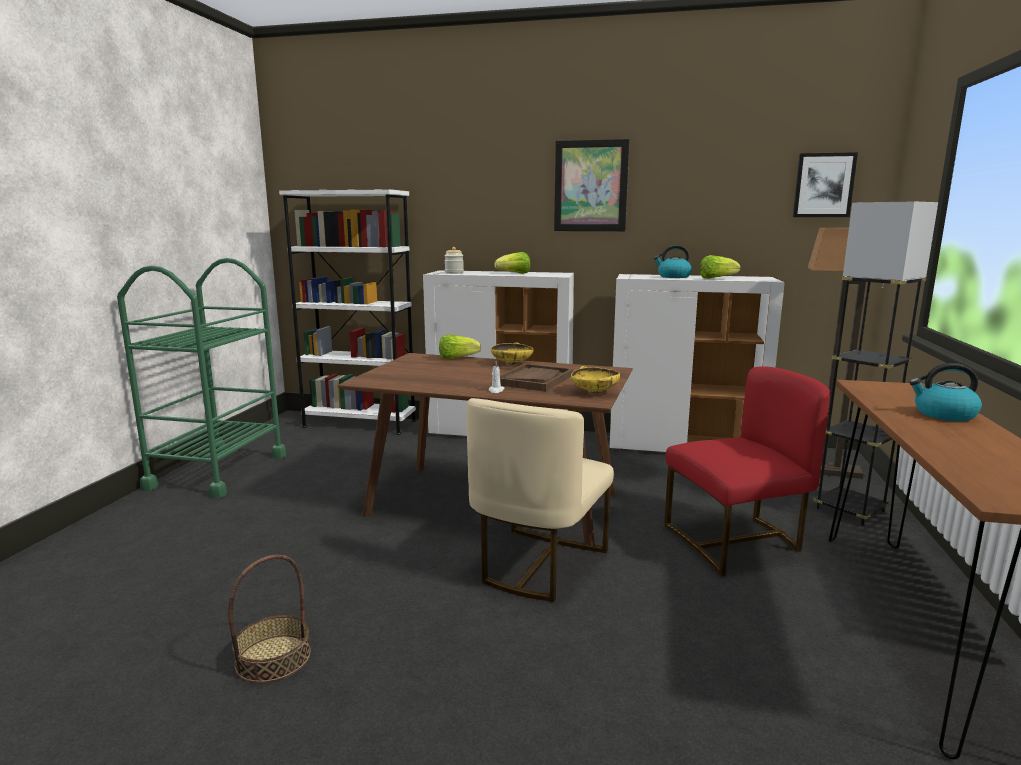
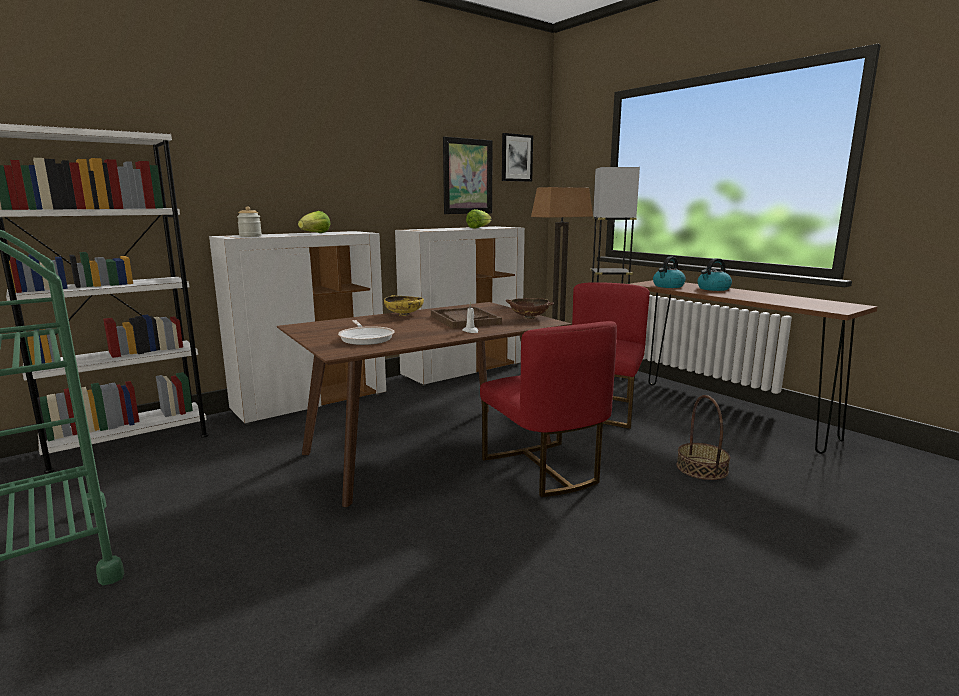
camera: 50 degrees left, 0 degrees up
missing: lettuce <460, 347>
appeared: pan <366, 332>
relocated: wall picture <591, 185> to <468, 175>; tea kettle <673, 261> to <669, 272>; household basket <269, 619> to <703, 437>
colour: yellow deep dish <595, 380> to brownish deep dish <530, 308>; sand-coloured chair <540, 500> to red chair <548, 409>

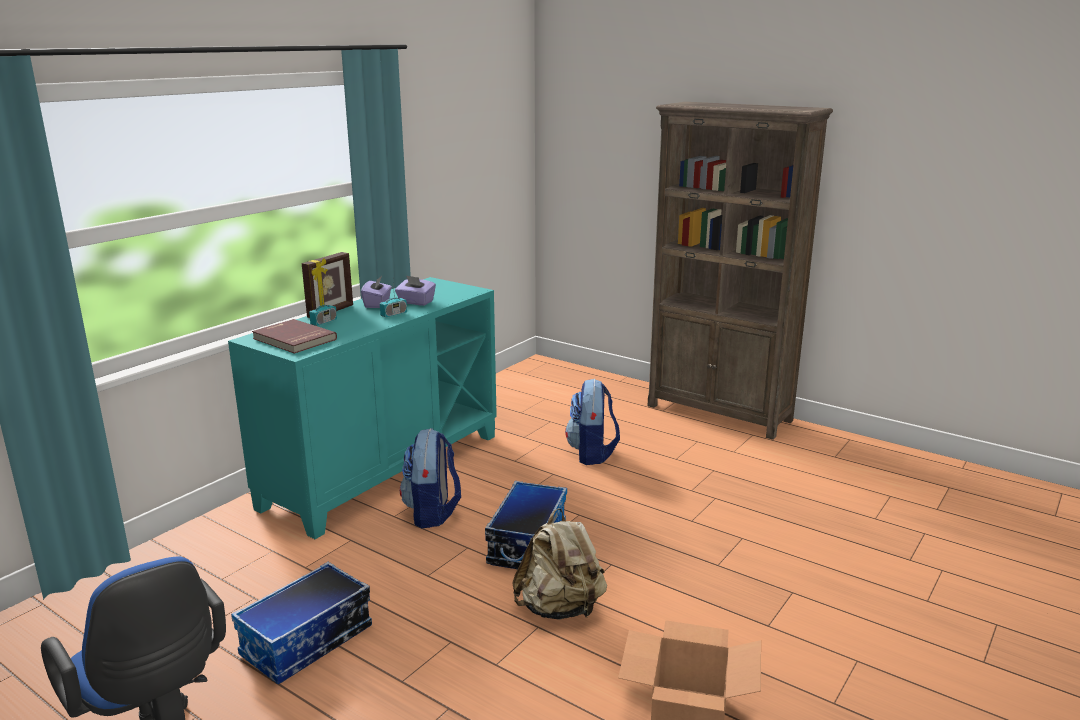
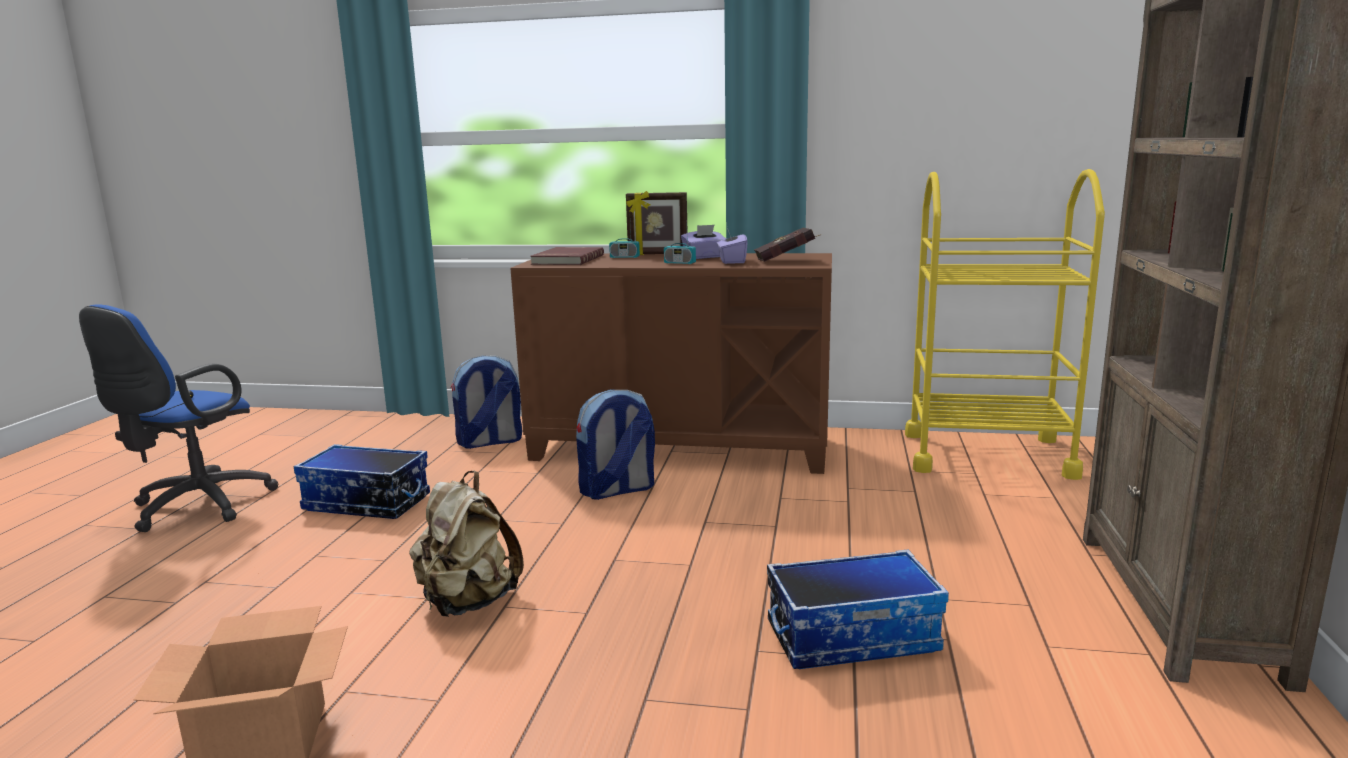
camera: 65 degrees right, 5 degrees down
appeared: yellow wheeled cart <1005, 324>; red book <787, 244>
relocated: backpack <592, 422> to <486, 402>; storage box <526, 525> to <858, 609>
colour: turquoise cupboard <362, 408> to brownish cupboard <671, 363>

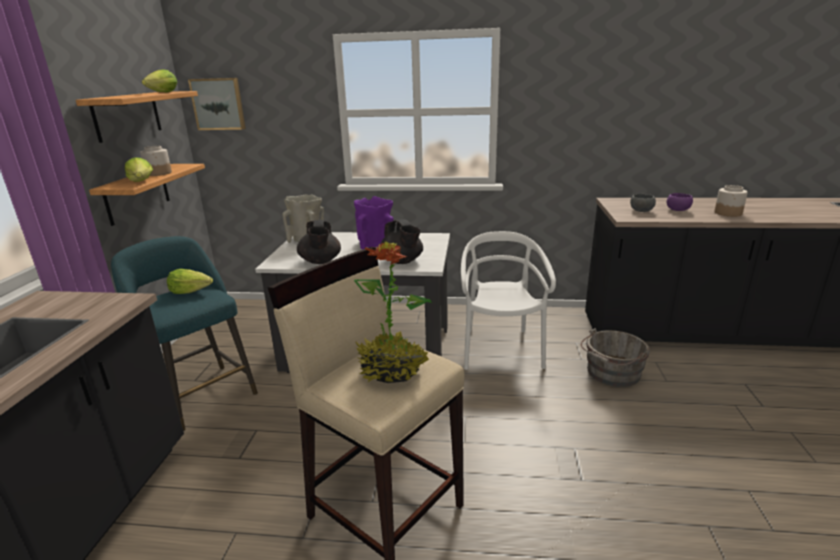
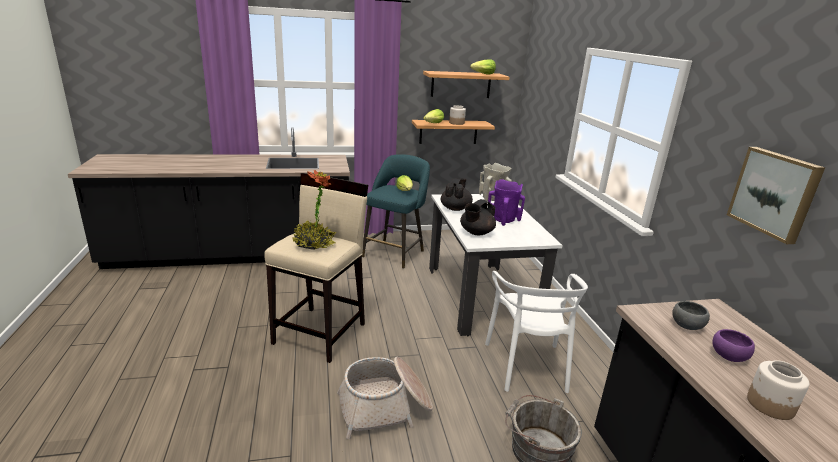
camera: 70 degrees right, 0 degrees up
appeared: household basket <385, 398>
relocated: wall picture <217, 104> to <776, 195>
spun: black teapot <319, 242> = <457, 194> 135 degrees clockwise; whitish chair <508, 300> = <536, 332> 105 degrees clockwise

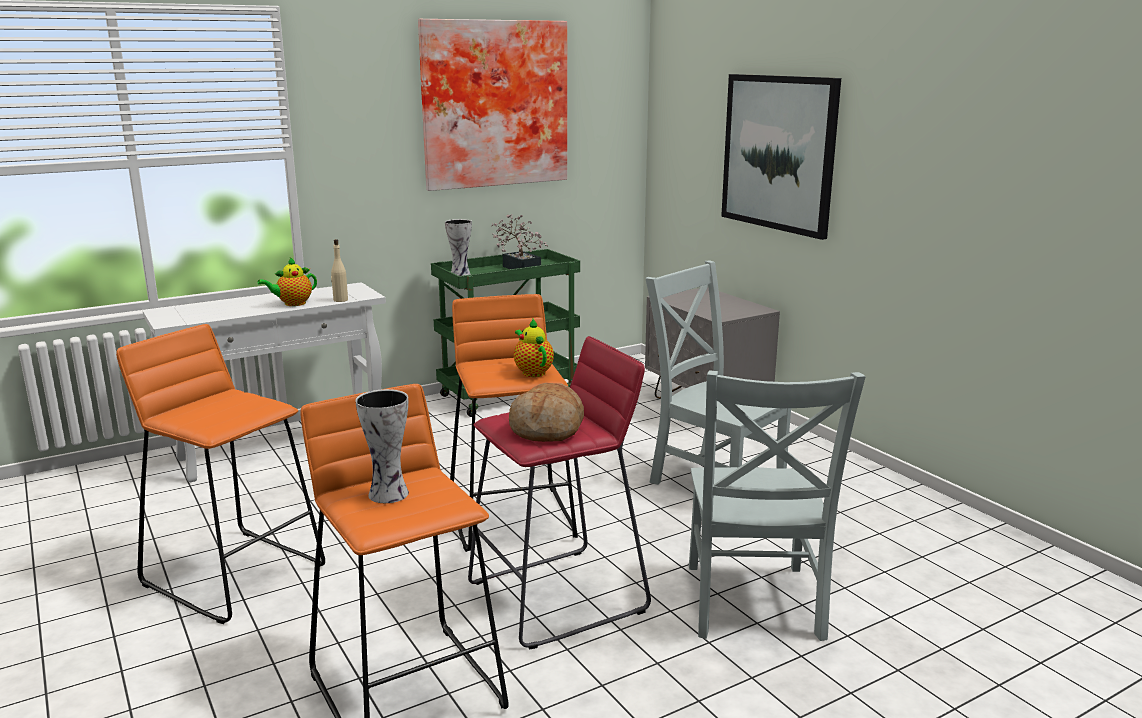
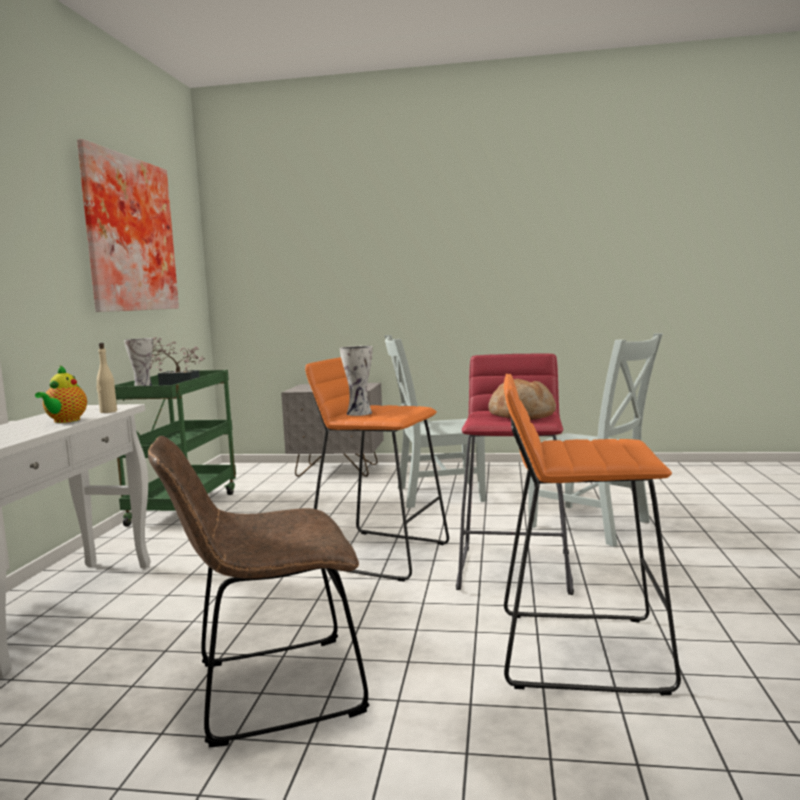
camera: 50 degrees left, 10 degrees down
missing: wall picture <781, 157>; teapot <534, 348>
relocated: decorative vase <382, 446> to <356, 381>
exchanged: orangey stool seat <220, 474> to brownish chair <258, 591>

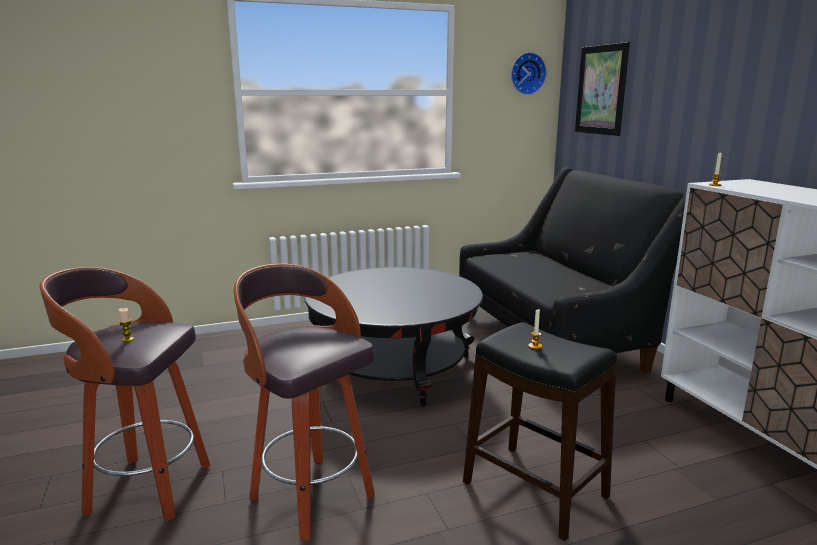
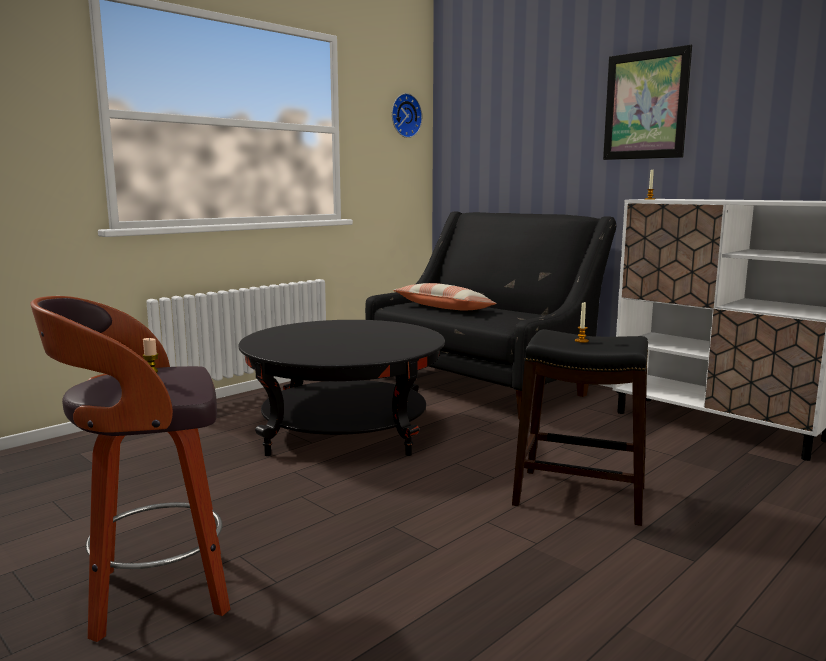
camera: 25 degrees left, 5 degrees down
missing: stool seat <304, 402>
appeared: pillow <445, 297>
relocated: wall picture <602, 89> to <647, 102>

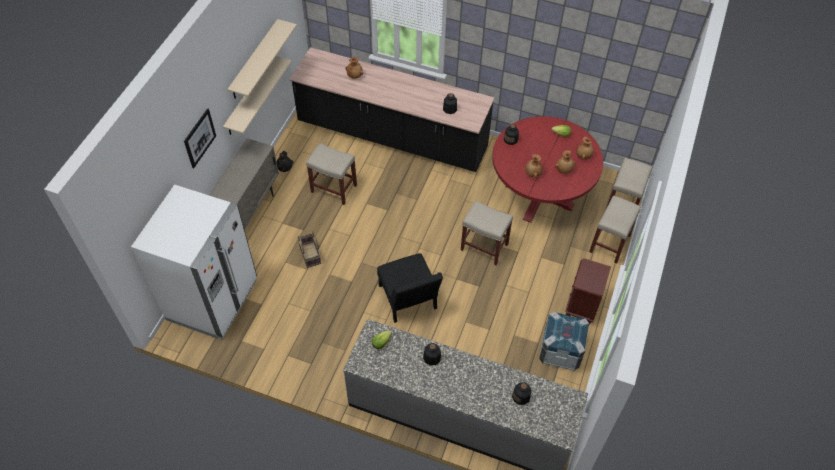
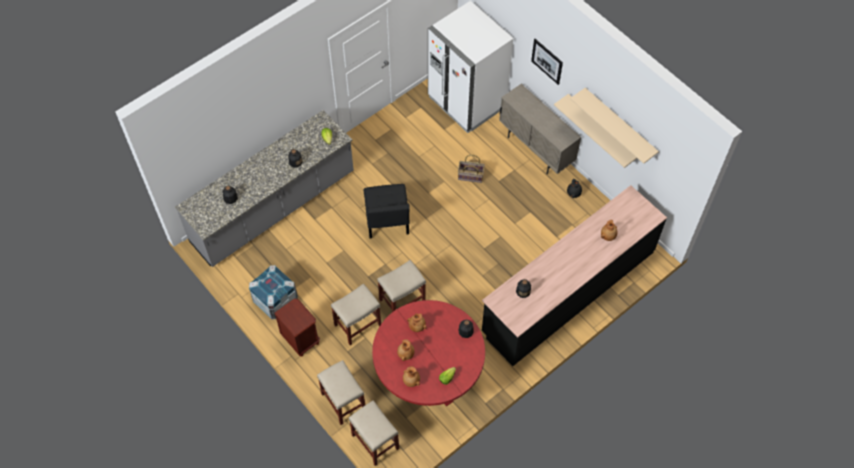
camera: 120 degrees right, 5 degrees up
relocated: sand-coloured stool seat <331, 174> to <356, 314>
spun: black chair <410, 288> = <387, 211> 105 degrees counterclockwise

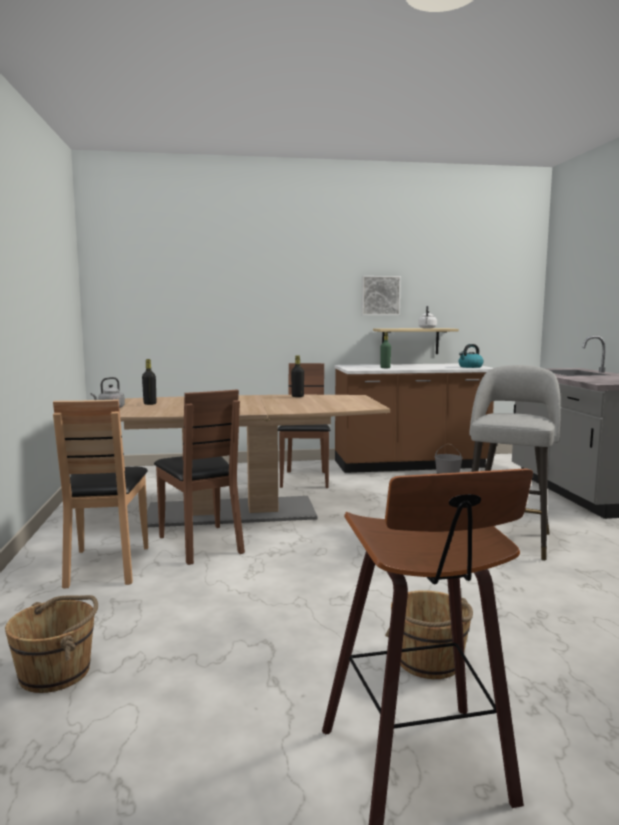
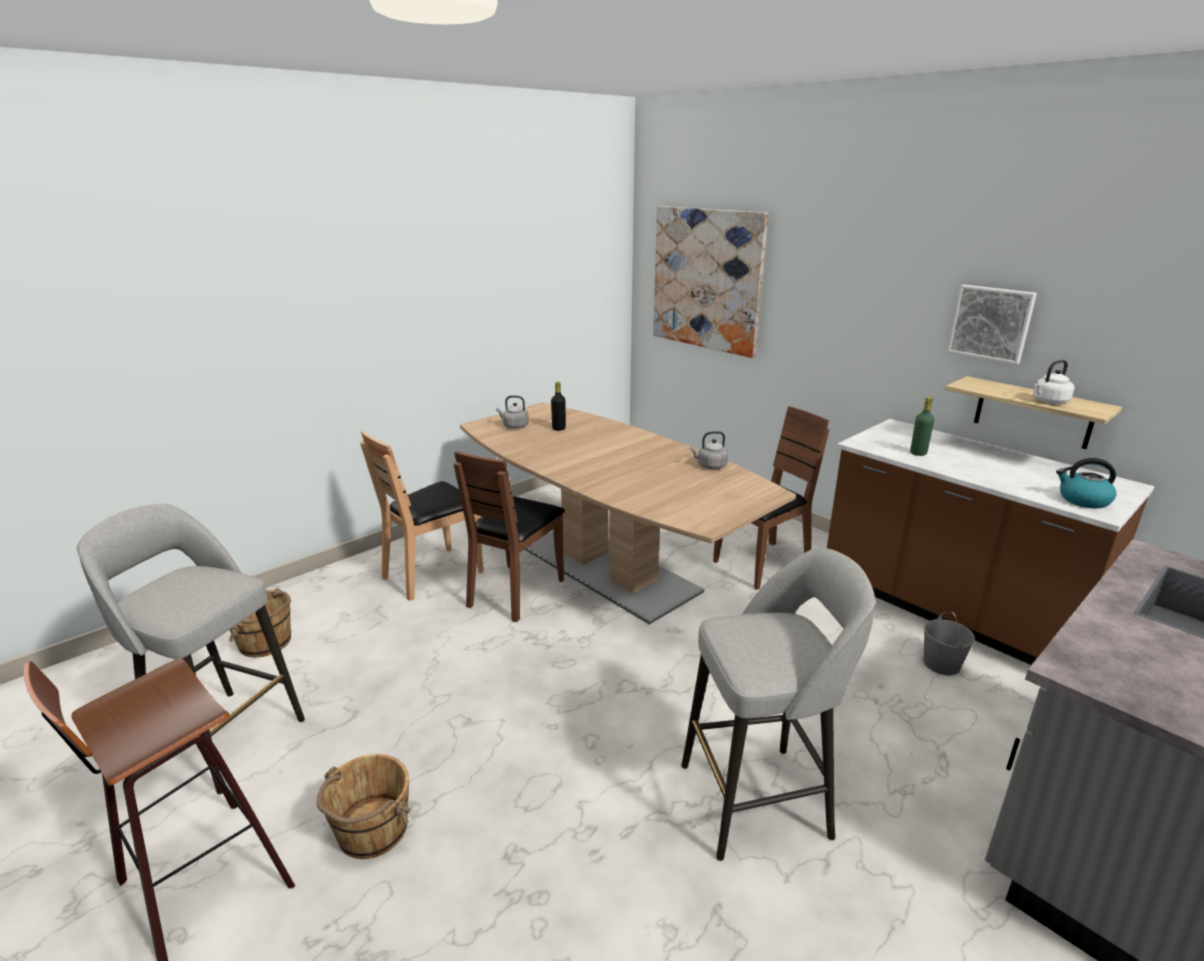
camera: 55 degrees right, 15 degrees up
appeared: wall picture <710, 282>; gray stool seat <191, 649>
exchanged: black bottle <297, 376> to gray tea kettle <709, 450>

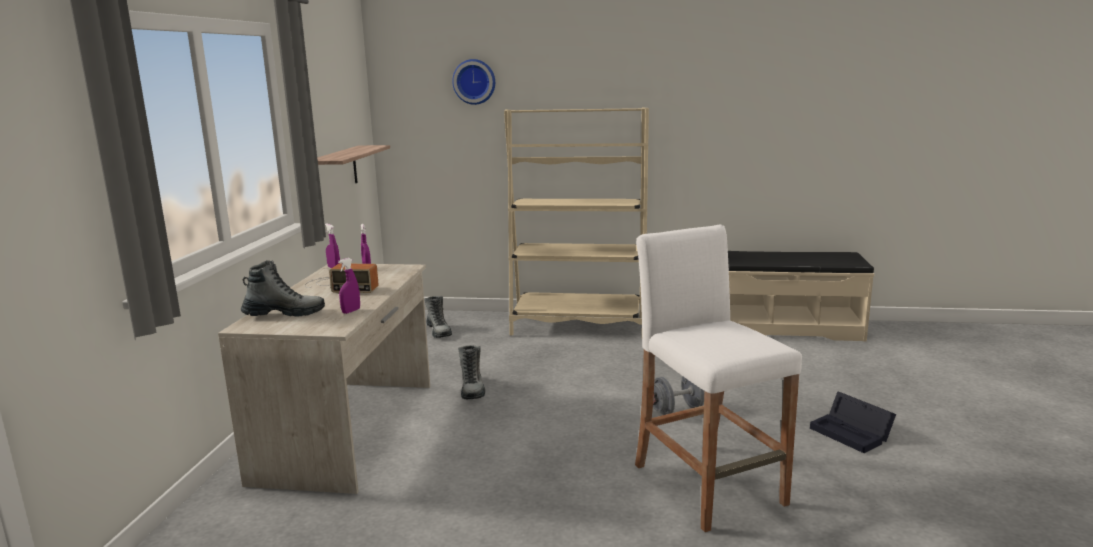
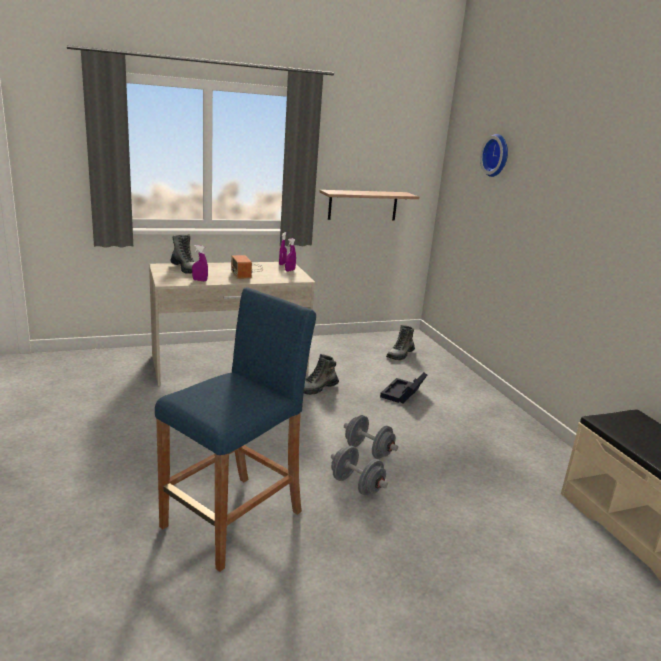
camera: 60 degrees right, 5 degrees up
missing: sand-coloured shelving unit <576, 221>
appeared: gray free weight <371, 437>
relocated: black storage box <853, 422> to <403, 388>
colour: whitish stool seat <718, 378> to blue stool seat <235, 429>

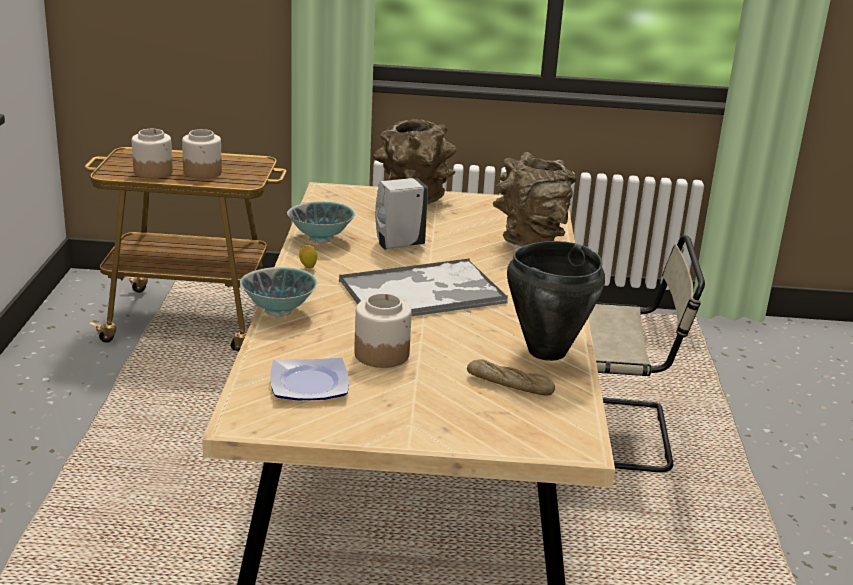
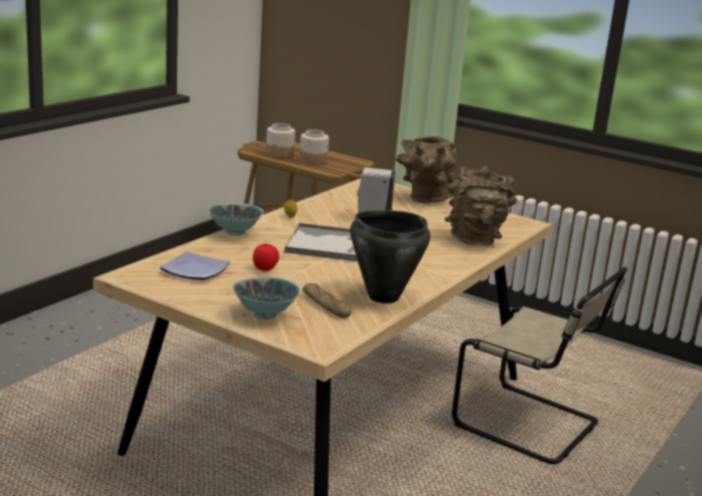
camera: 30 degrees right, 5 degrees down
relocated: deep dish <321, 222> to <266, 298>
exchanged: storage jar <383, 330> to fresh tomato <266, 257>

